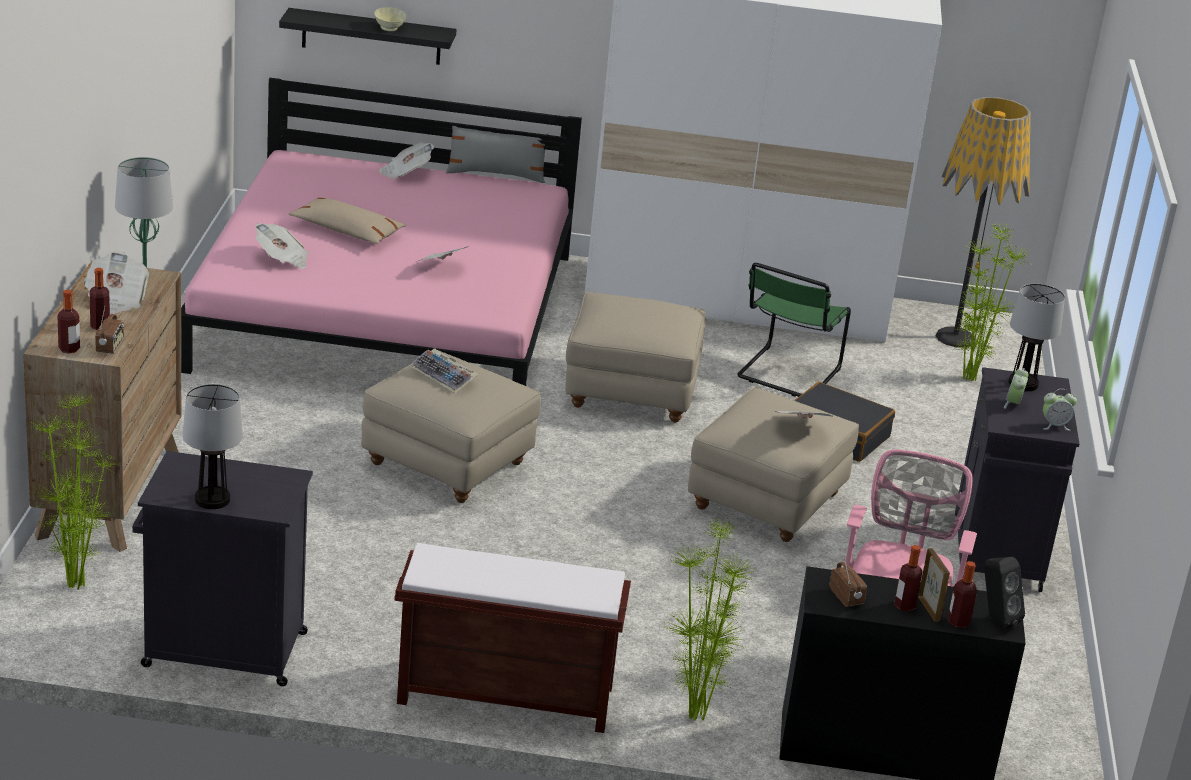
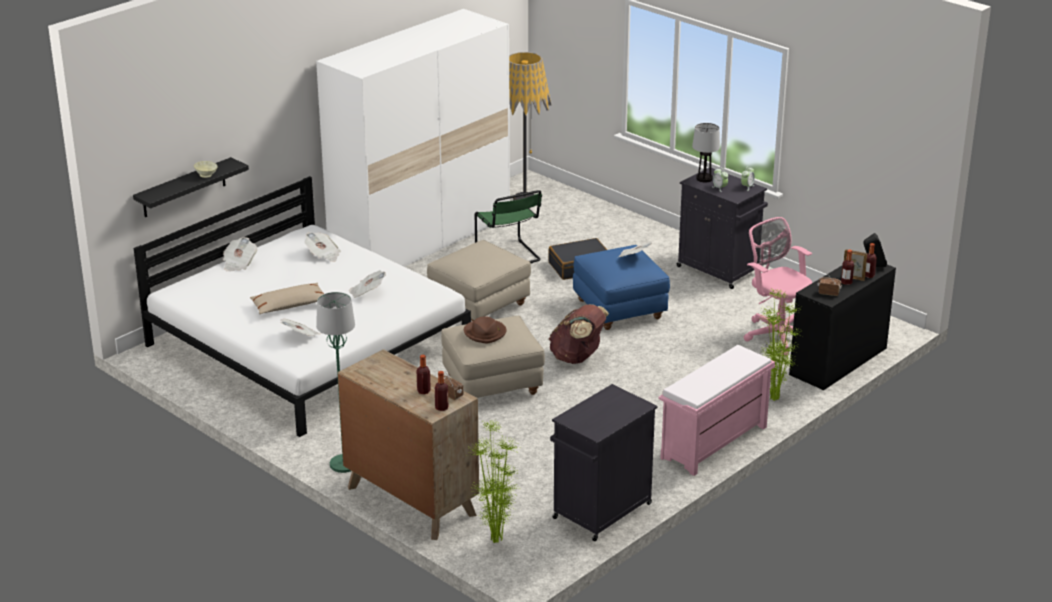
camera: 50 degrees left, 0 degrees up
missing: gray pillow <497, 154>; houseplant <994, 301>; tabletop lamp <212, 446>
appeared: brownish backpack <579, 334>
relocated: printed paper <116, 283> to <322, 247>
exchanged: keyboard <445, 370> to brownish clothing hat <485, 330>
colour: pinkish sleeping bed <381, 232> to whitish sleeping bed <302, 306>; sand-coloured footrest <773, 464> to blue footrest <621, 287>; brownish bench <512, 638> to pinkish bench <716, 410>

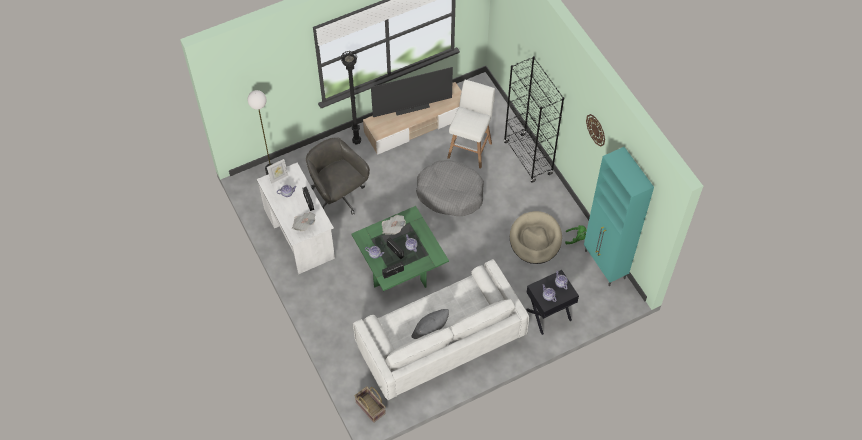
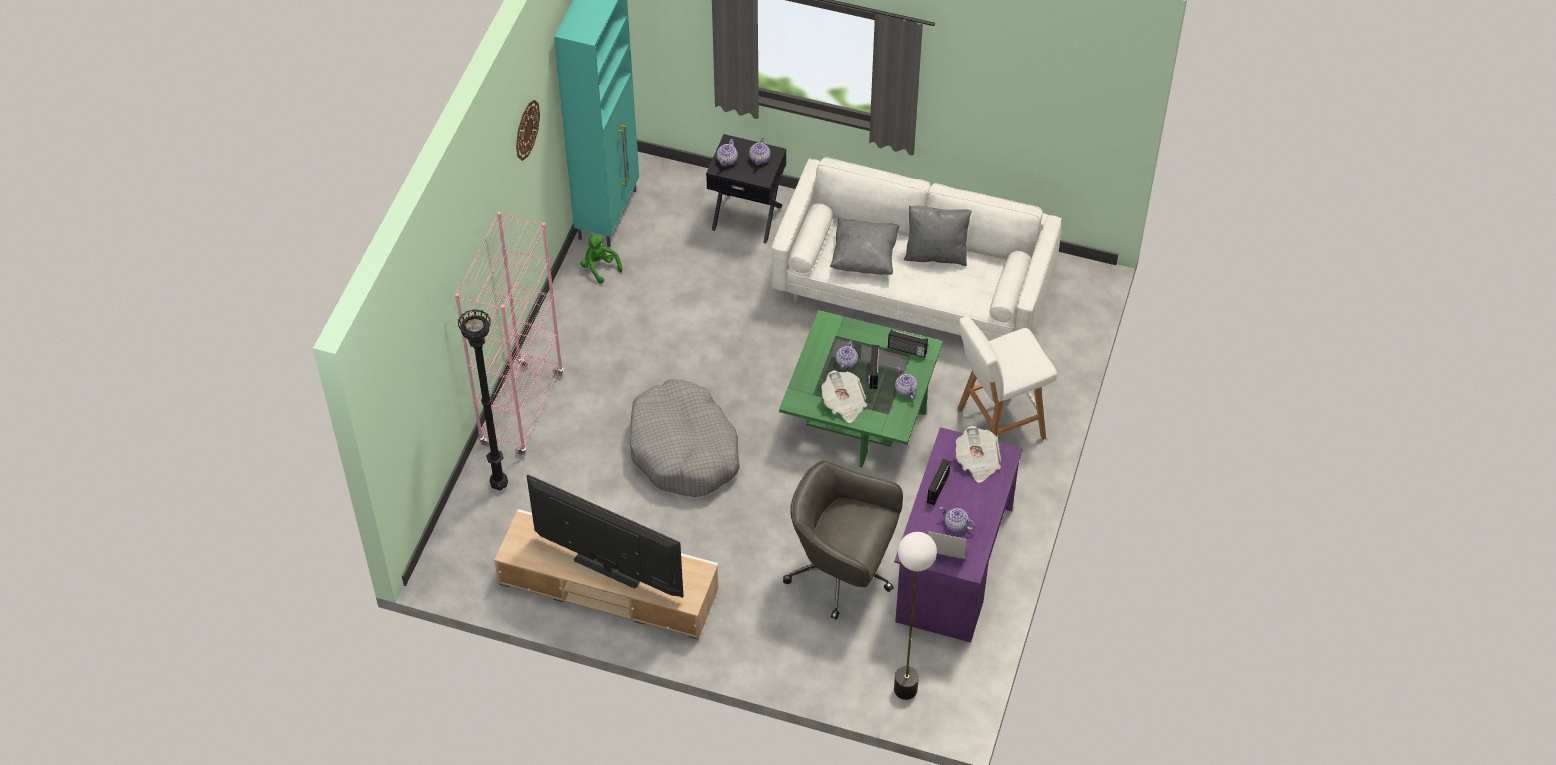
camera: 135 degrees left, 5 degrees down
missing: sand-coloured dog bed <536, 237>; household basket <370, 404>
appeared: gray pillow <865, 246>
relocated: black standing lamp <351, 98> to <482, 399>; whitish stool seat <471, 124> to <1007, 378>
colour: black shelving unit <534, 119> to pinkish shelving unit <509, 333>; whitish desk <296, 219> to purplish desk <958, 535>
spun: gray computer chair <338, 175> = <843, 540> 105 degrees clockwise

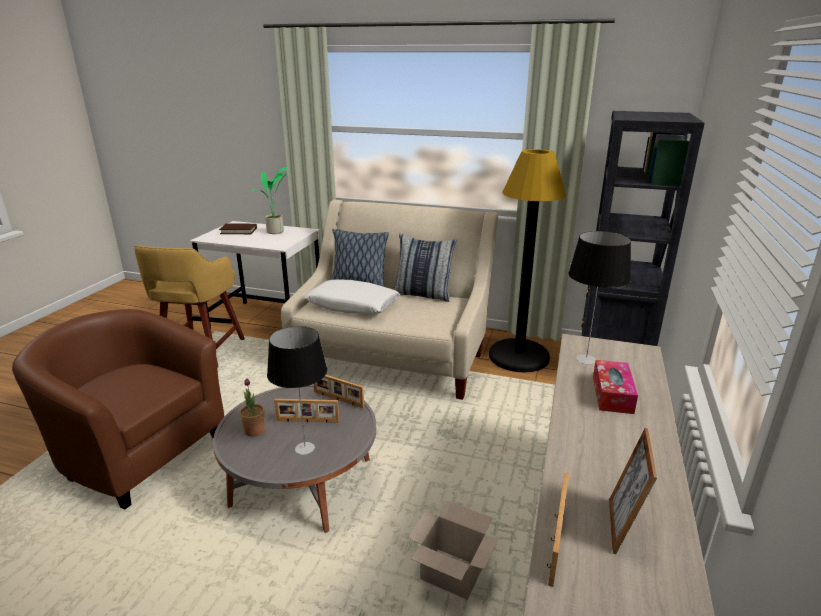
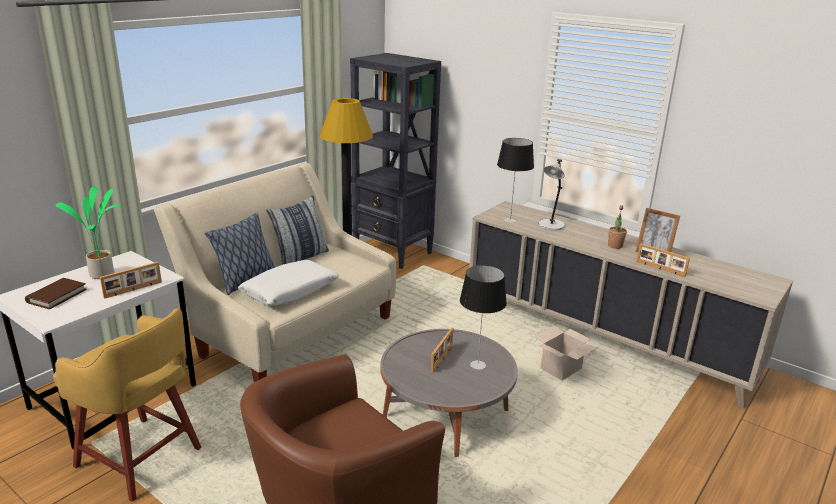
camera: 70 degrees left, 0 degrees up
relocated: standing frame <339, 391> to <131, 280>; houseplant <252, 407> to <617, 227>
exchanged: box of tissues <615, 387> to gray tabletop lamp <552, 194>

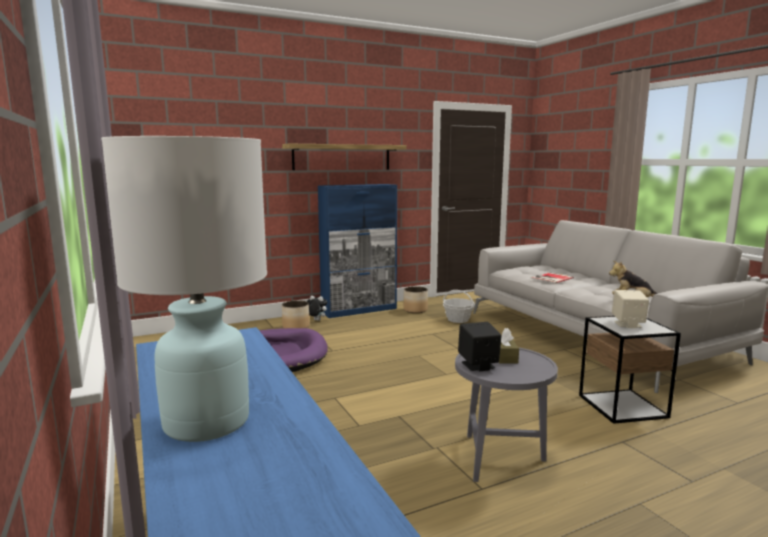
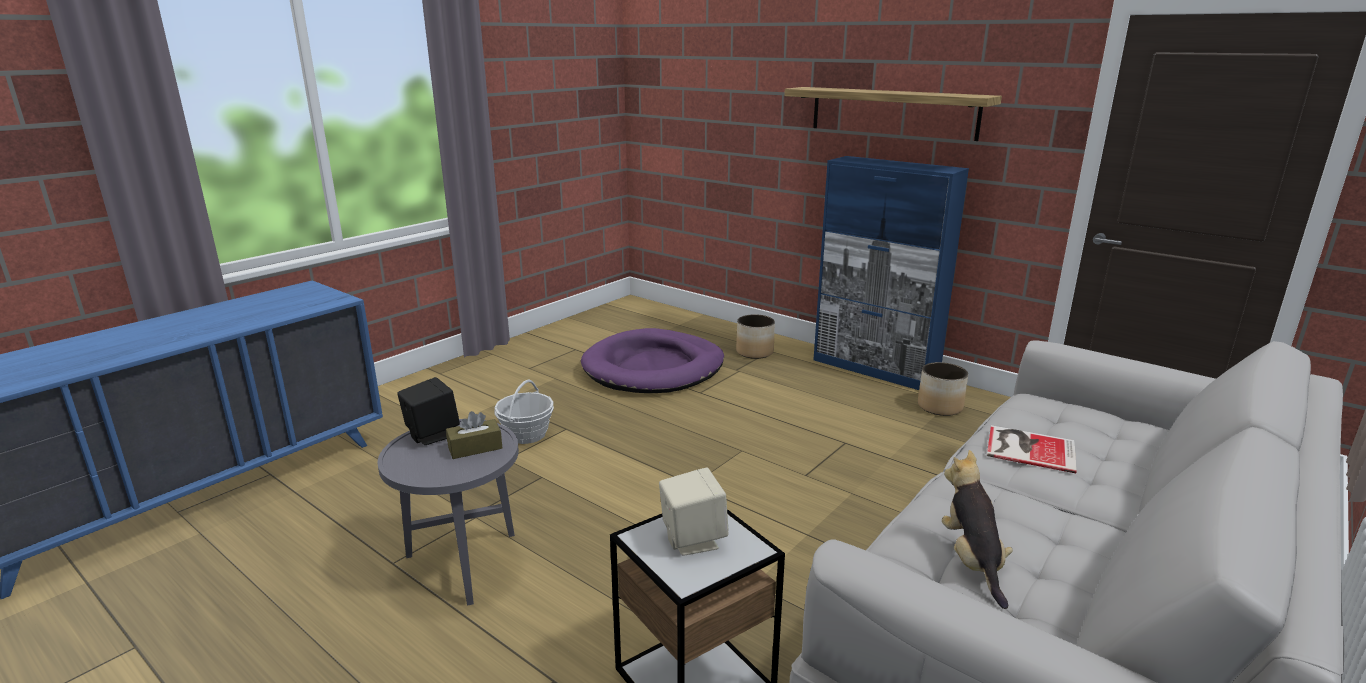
camera: 65 degrees right, 10 degrees up
missing: whitish tabletop lamp <184, 289>; cuddly toy <317, 308>
relocated: household basket <459, 306> to <524, 412>

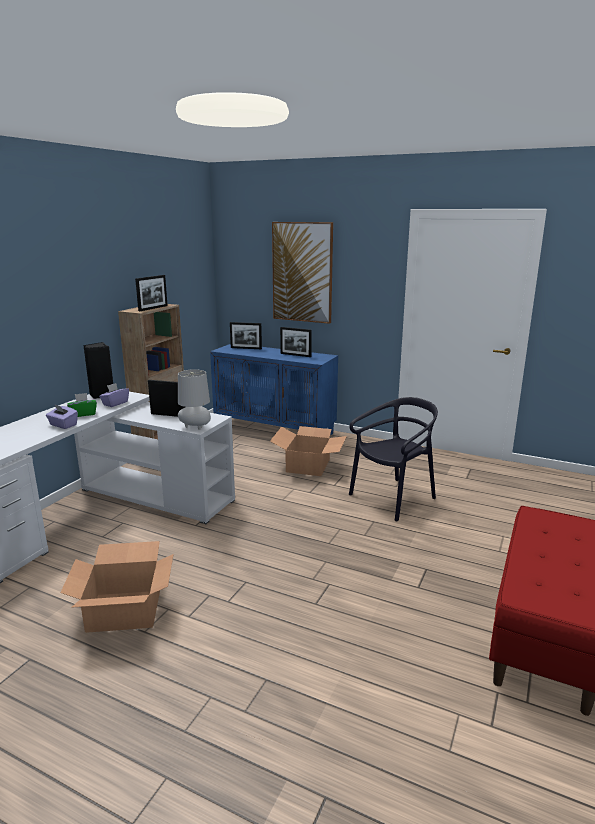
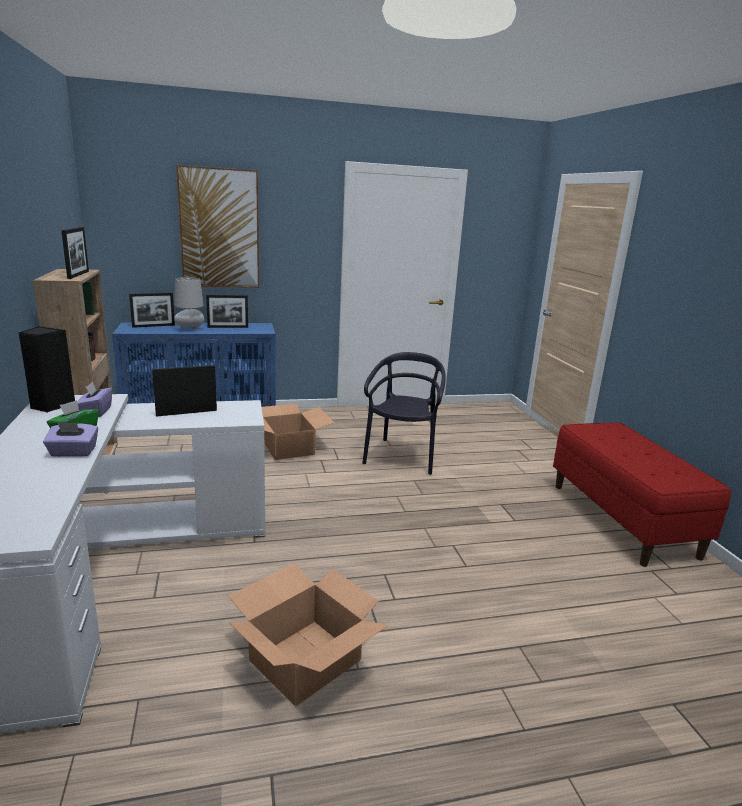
camera: 40 degrees left, 0 degrees up
relocated: gray tabletop lamp <194, 399> to <189, 303>

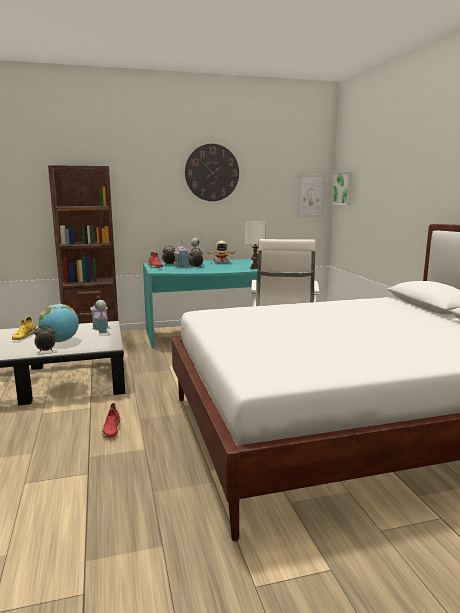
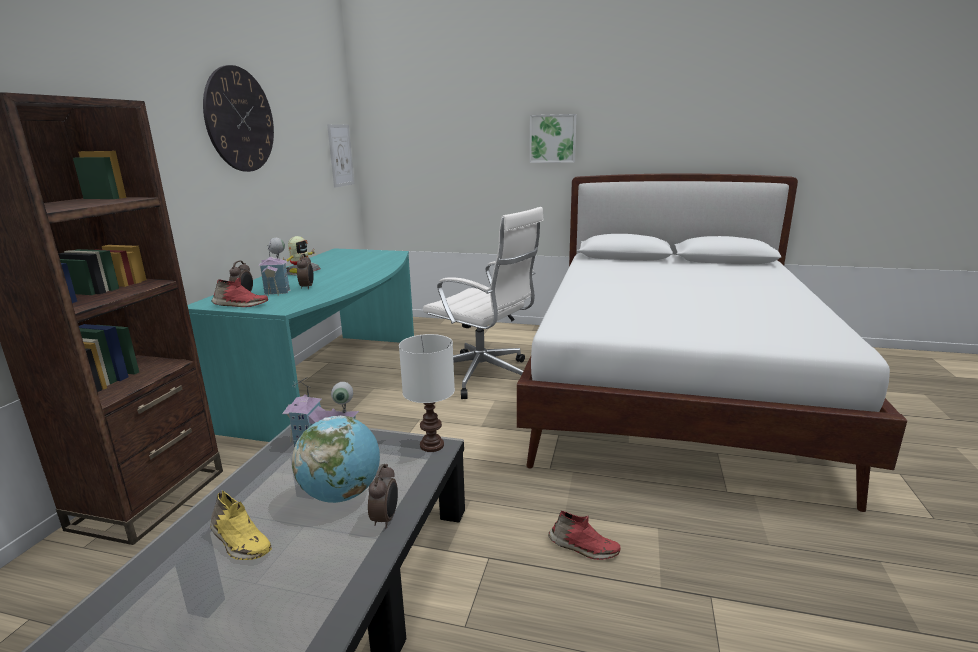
camera: 60 degrees left, 5 degrees up
relocated: wall picture <342, 188> to <553, 138>; whitish tabletop lamp <255, 245> to <427, 393>

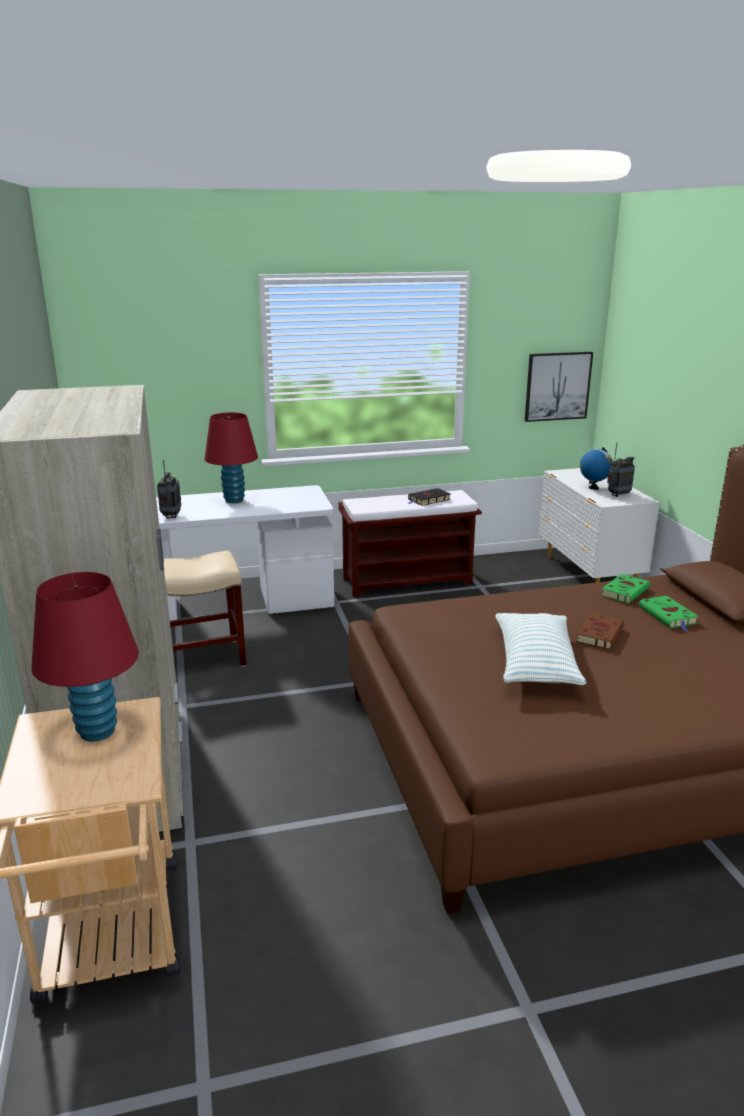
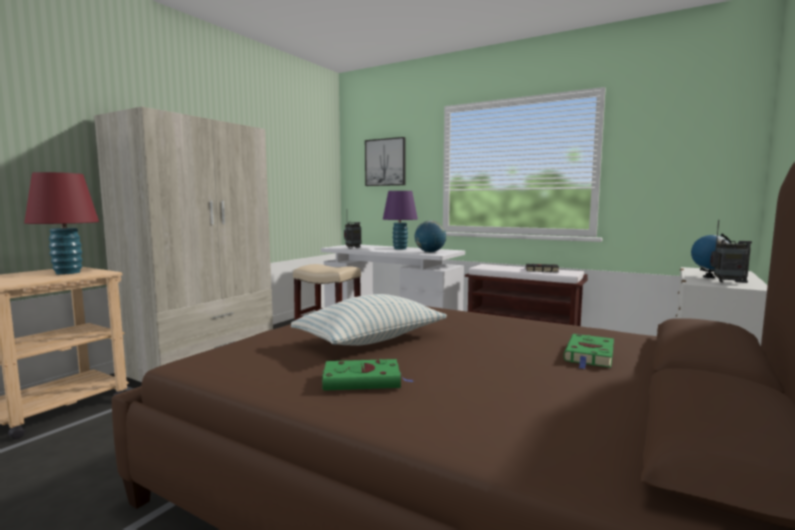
camera: 45 degrees right, 15 degrees down
missing: brownish book <600, 631>
appeared: globe <430, 236>
relocated: wall picture <559, 387> to <385, 161>; green-coloured book <625, 588> to <368, 375>
colour: red tabletop lamp <231, 457> to purplish tabletop lamp <400, 220>

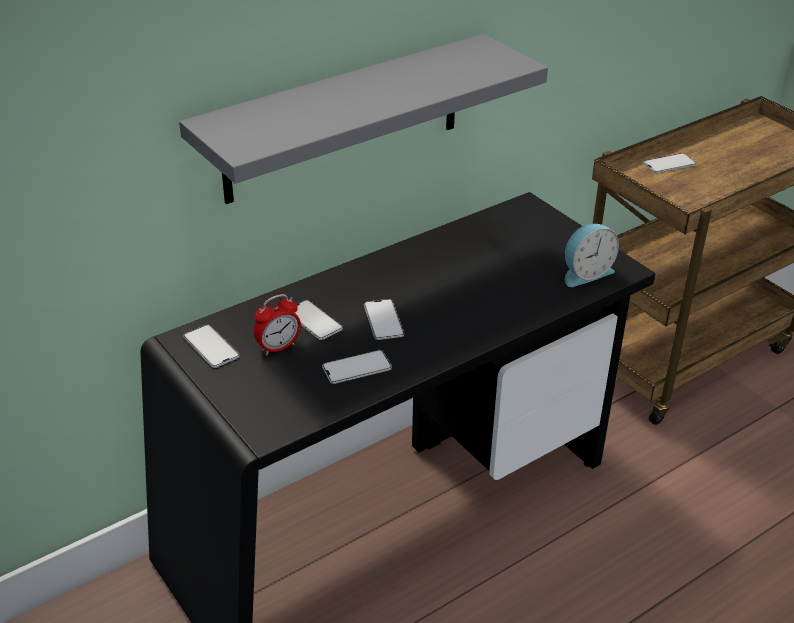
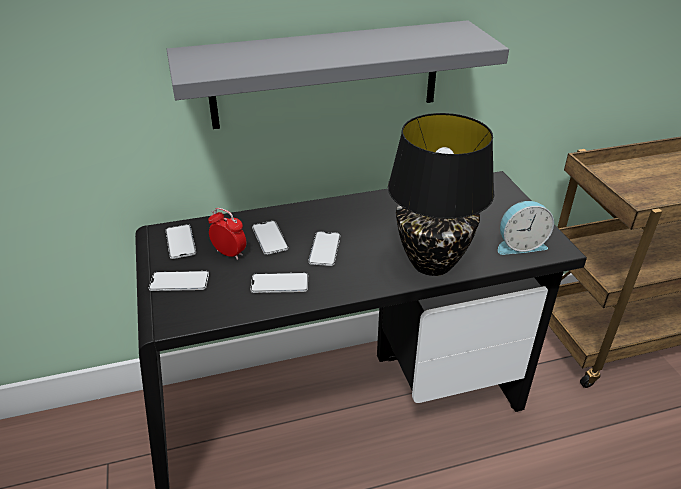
camera: 20 degrees right, 0 degrees up
appeared: black tabletop lamp <441, 194>
relocated: phone <669, 163> to <179, 281>
spun: alarm clock <277, 324> = <227, 234> 135 degrees counterclockwise

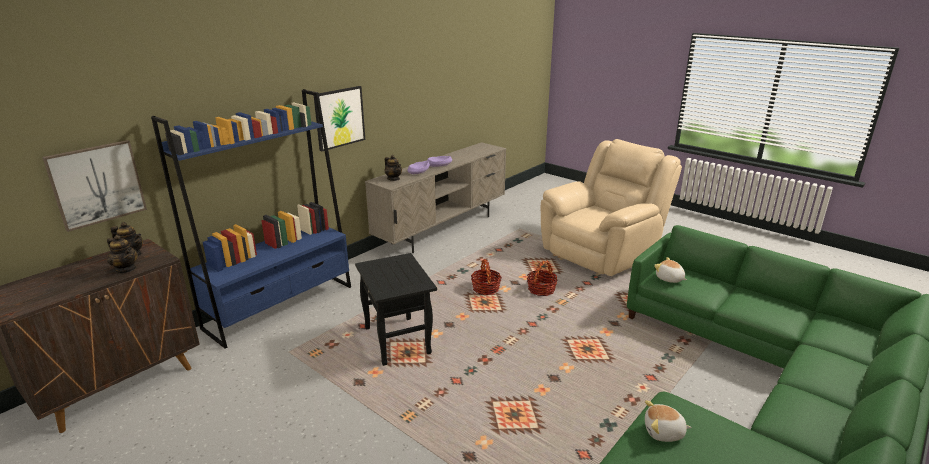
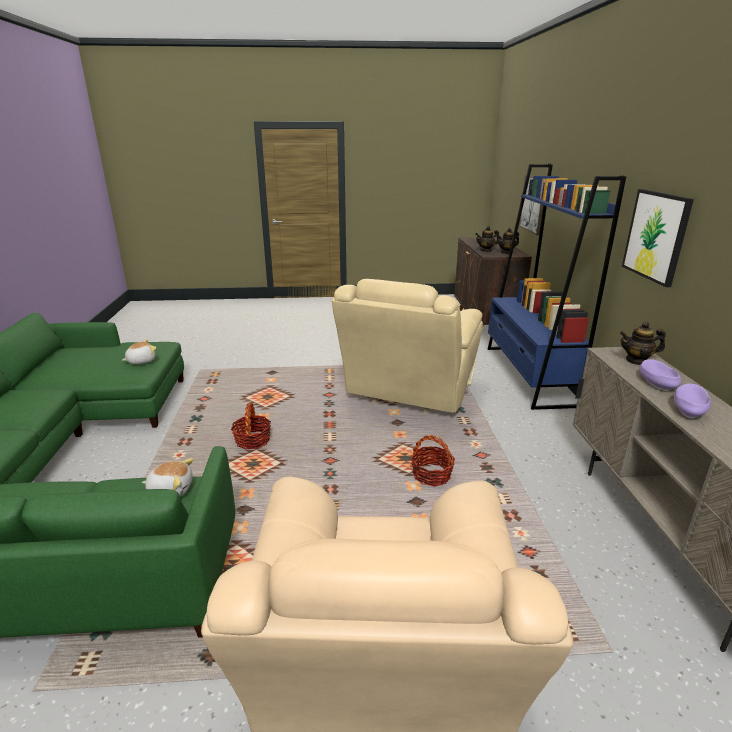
camera: 135 degrees right, 0 degrees up
relocated: household basket <542, 278> to <251, 426>
exchanged: black side table <396, 309> to sand-coloured lounge chair <407, 346>

